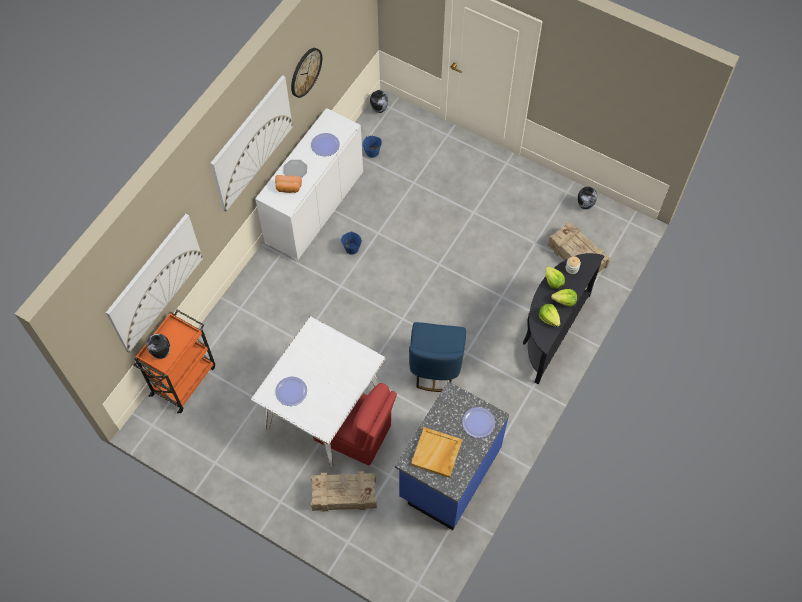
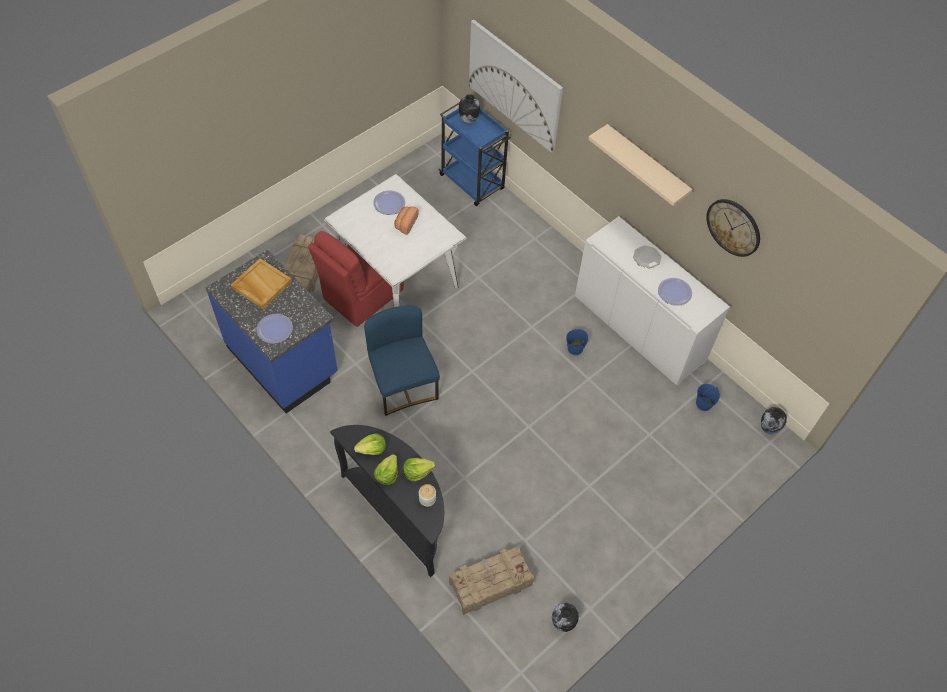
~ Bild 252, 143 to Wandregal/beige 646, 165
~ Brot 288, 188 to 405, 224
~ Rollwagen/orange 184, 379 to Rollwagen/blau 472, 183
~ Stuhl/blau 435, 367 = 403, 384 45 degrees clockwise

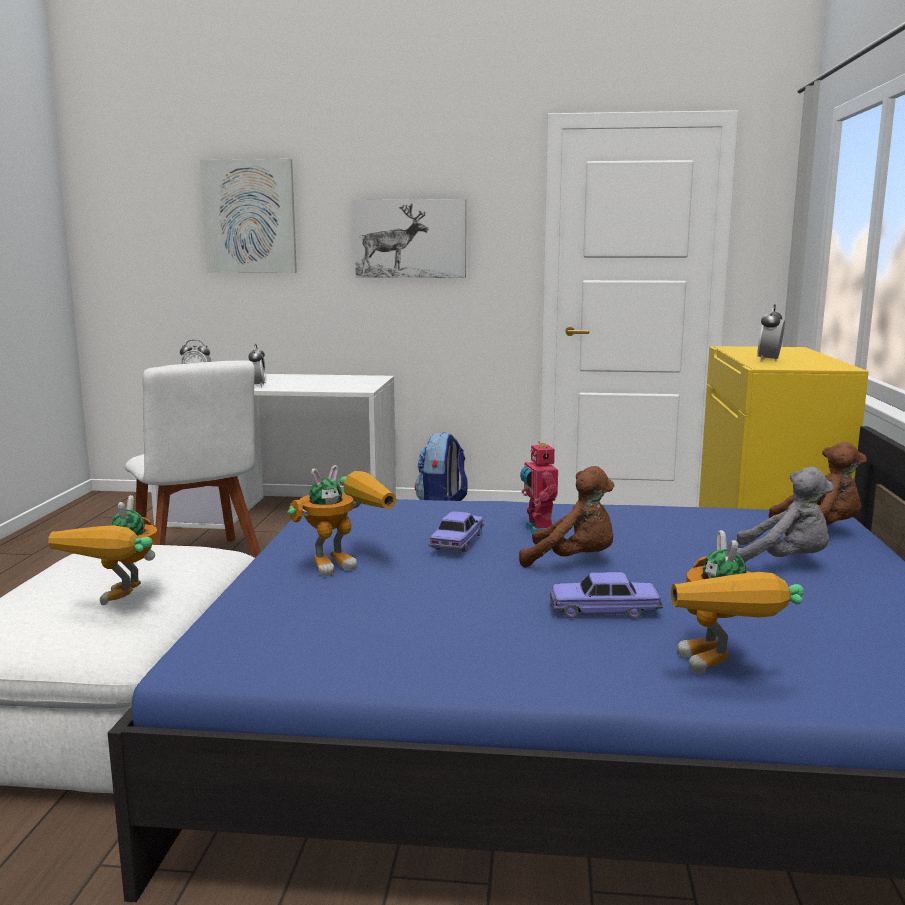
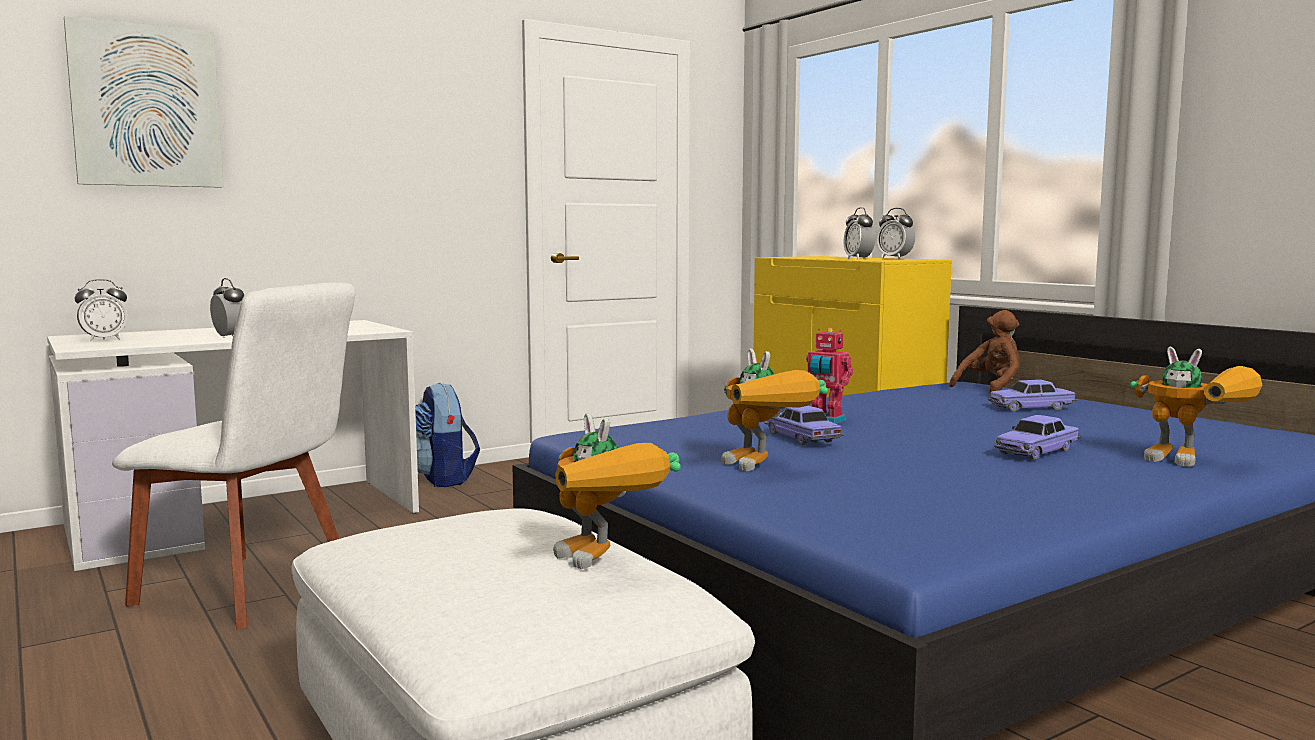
- Bild 410, 238
~ Spielzeugroboter 345, 562 = 765, 468 135 degrees clockwise
- Plüschtier/braun 573, 561
~ Plüschtier/grau 783, 562 to Spielzeugauto 1031, 408
+ Wecker 895, 258

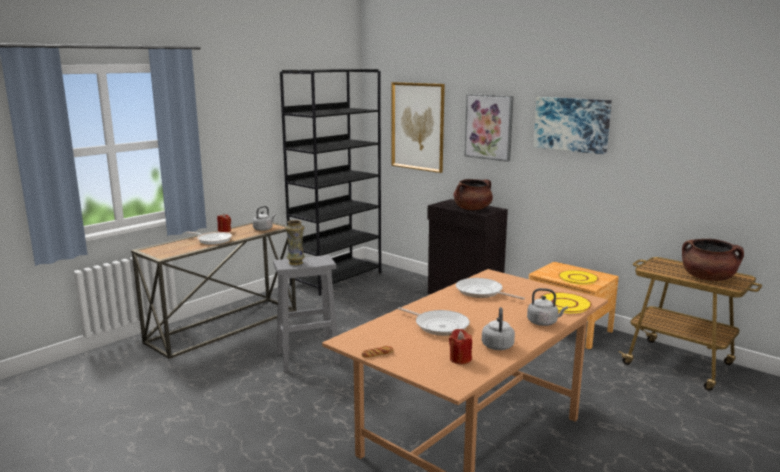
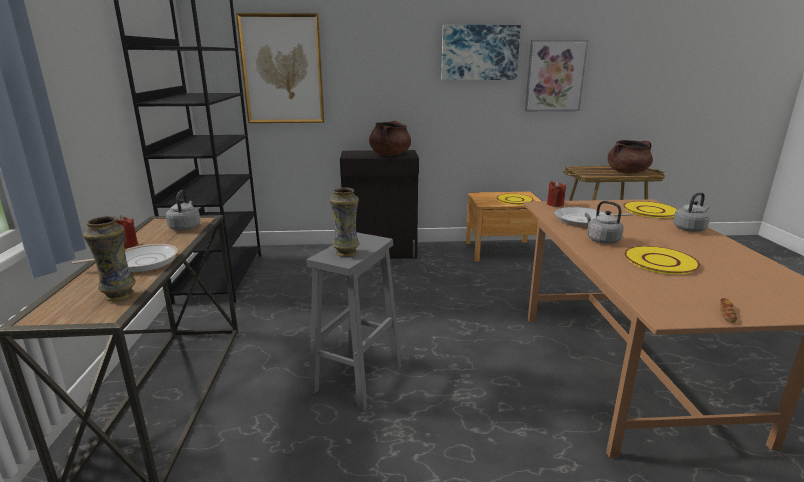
~ Bild 489, 127 to 555, 76
~ Pfanne 439, 326 to Teller/gelb 659, 261
~ Wasserkessel/grau 497, 345 to 601, 240
~ Kerze/rot 460, 359 to 555, 204
+ Vase 118, 295

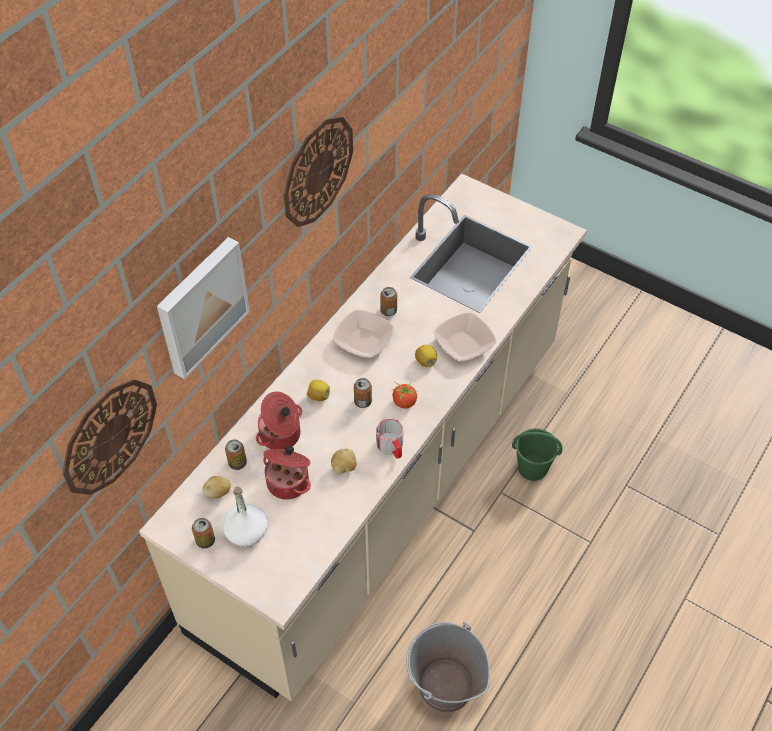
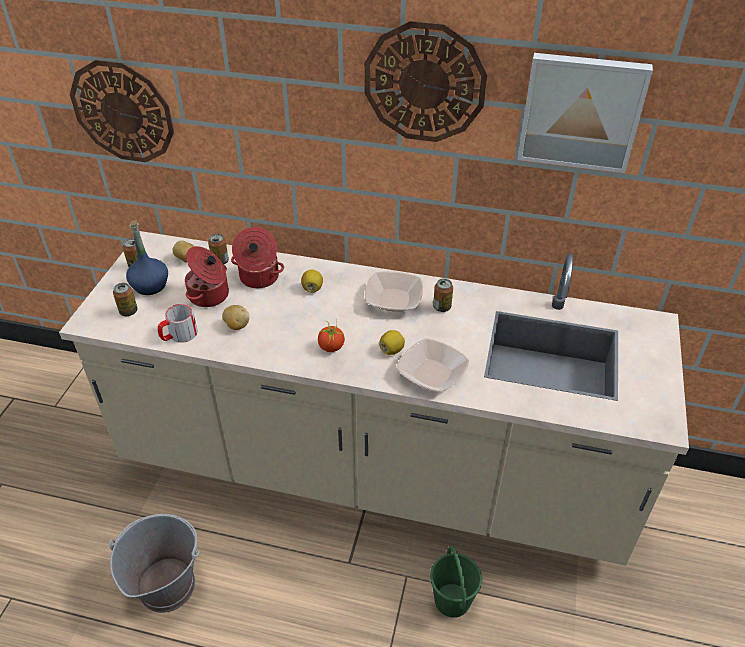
~ Bild 200, 306 to 581, 111
~ Dose 363, 402 to 128, 311
~ Henkelbecher 392, 447 to 178, 335
~ Flasche/weiß 247, 532 to Flasche/blau 150, 285

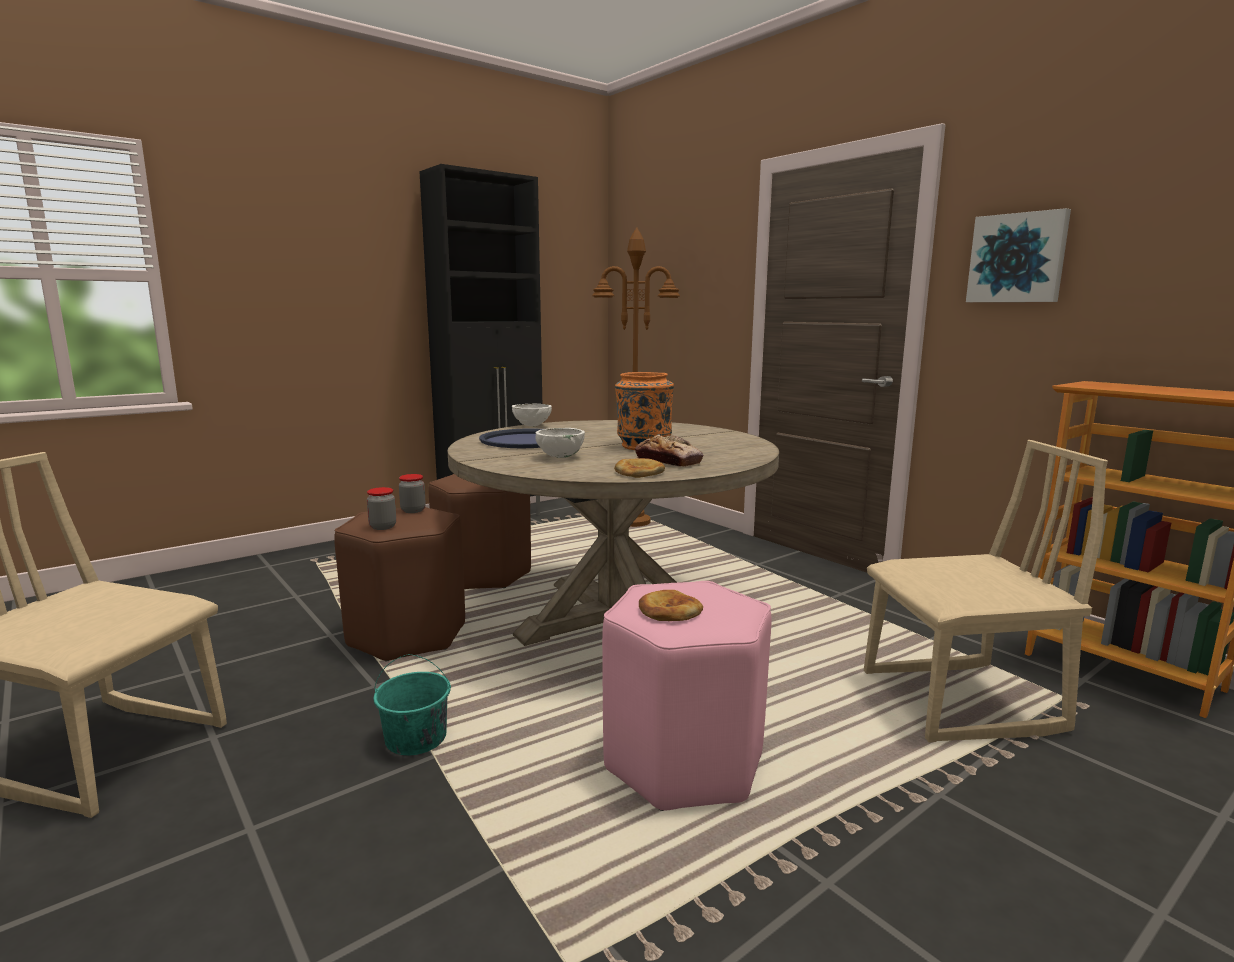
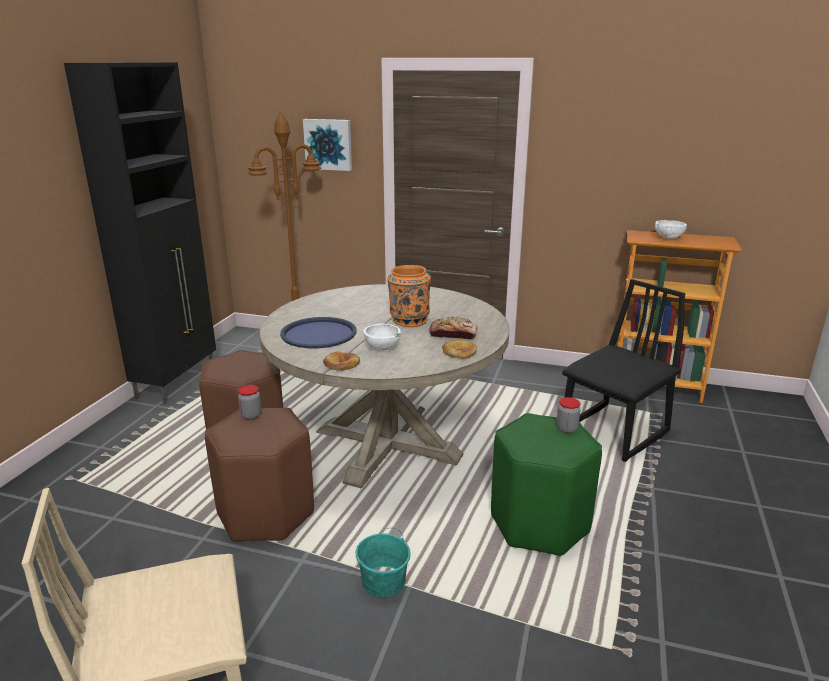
~ Bild 1017, 258 to 328, 144
~ Schüssel/weiß 532, 426 to 668, 238
~ Stuhl/beige 961, 702 to Stuhl/schwarz 615, 432
~ Vorratsglas 383, 527 to 566, 429
~ Hocker/rosa 682, 763 to Hocker/grün 539, 525
~ Brot 669, 611 to 341, 364

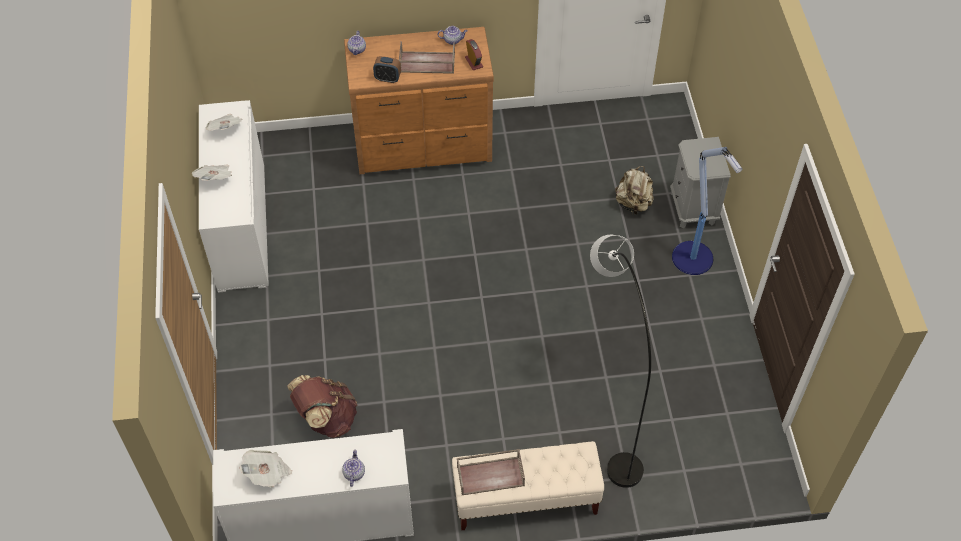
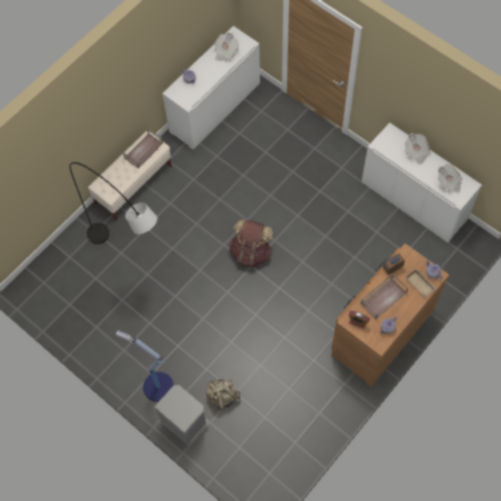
~ Rucksack/braun 326, 419 to 251, 252
+ Tablett/beige 421, 284

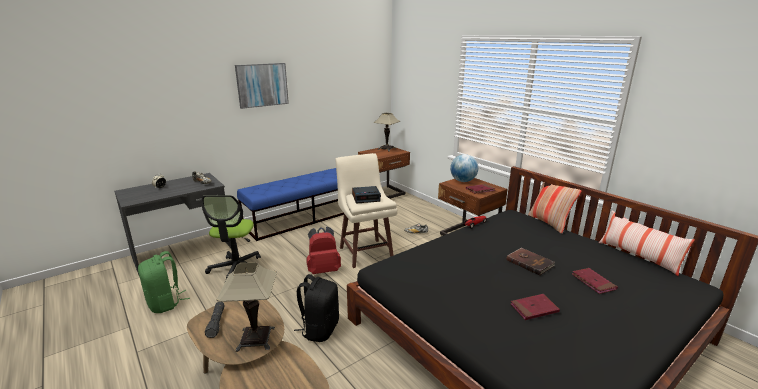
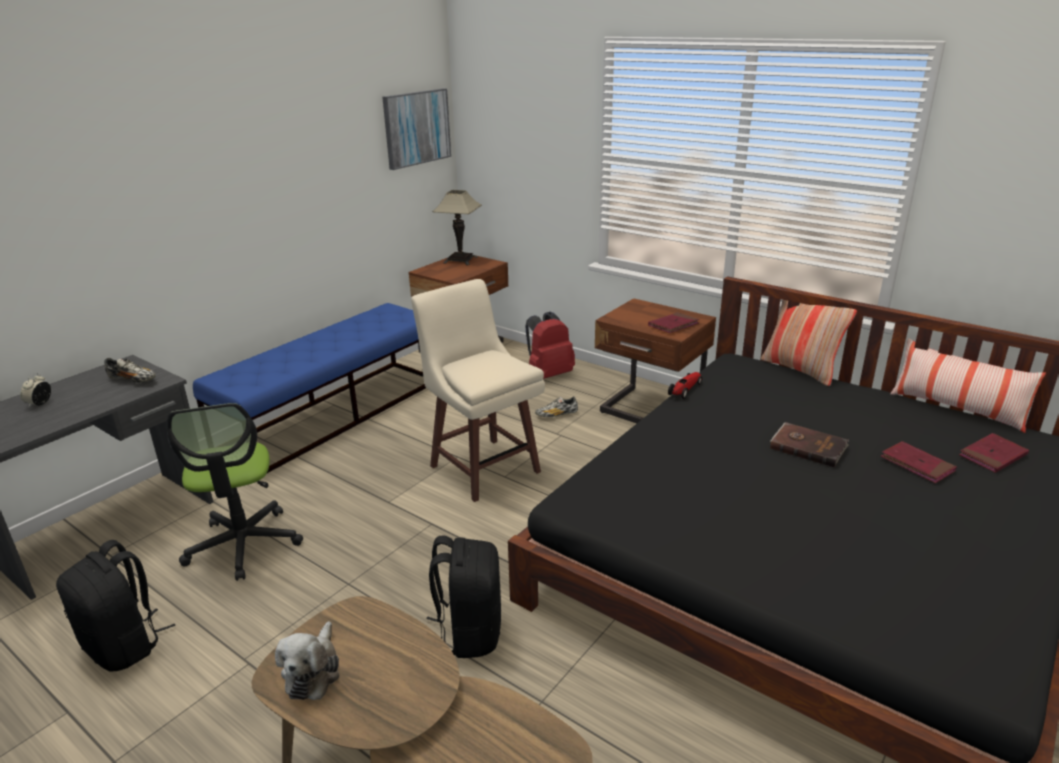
~ Bild 262, 85 to 416, 128
- Globus 463, 181
- Wecker 366, 198
~ Rucksack/rot 323, 270 to 548, 374
~ Rucksack/grün 165, 303 to Rucksack/schwarz 125, 645
- Tischlampe 255, 338
~ Buch/rot 534, 308 to 992, 456
~ Taschenlampe/schwarz 216, 323 to Plüschtier 313, 671

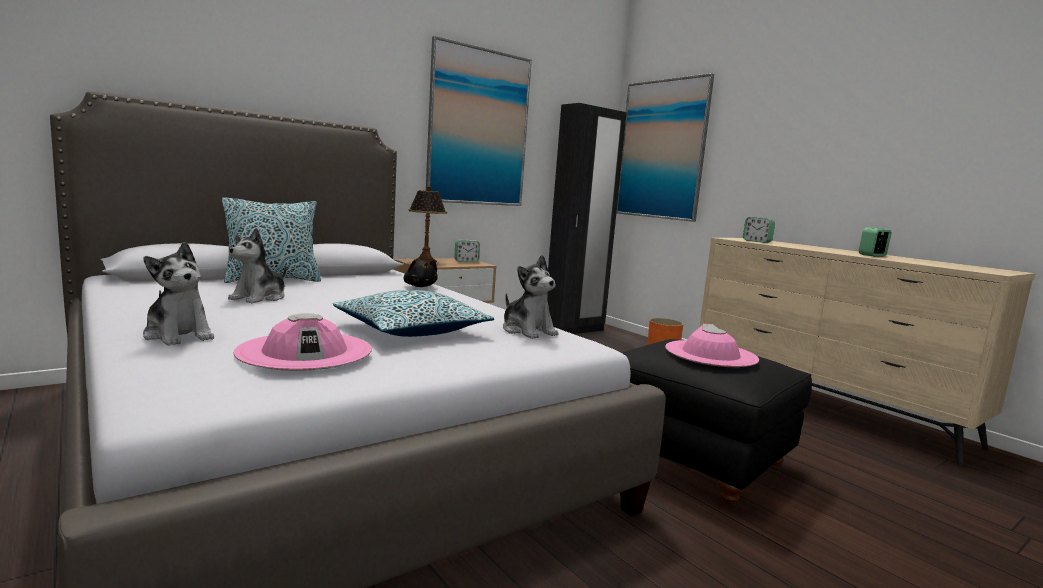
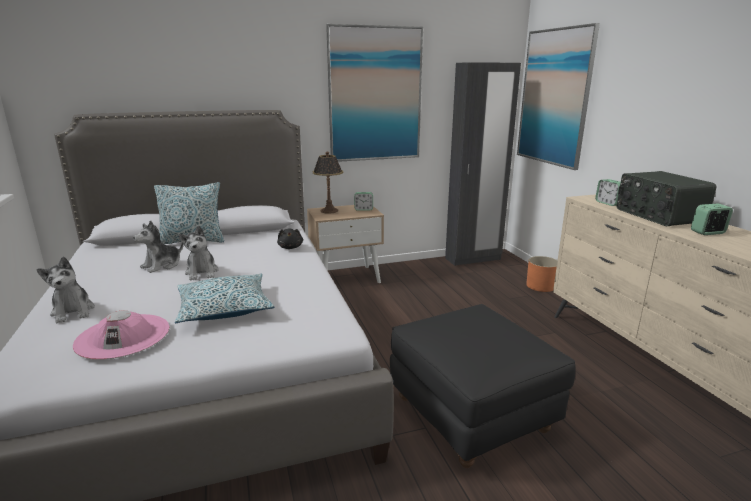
~ Plüschtier 528, 331 to 202, 272
- Hut/rosa 710, 354
+ Radio 658, 215

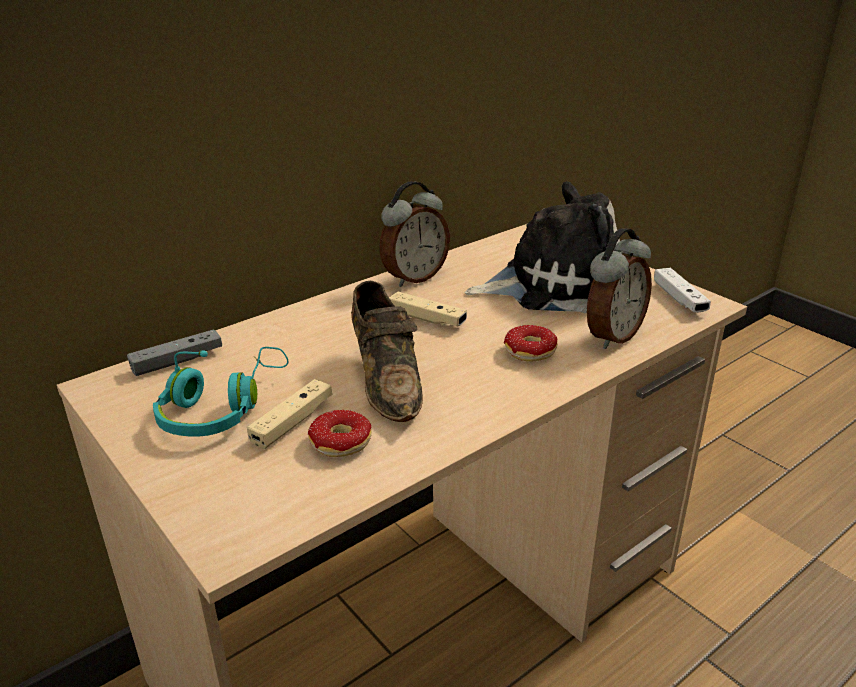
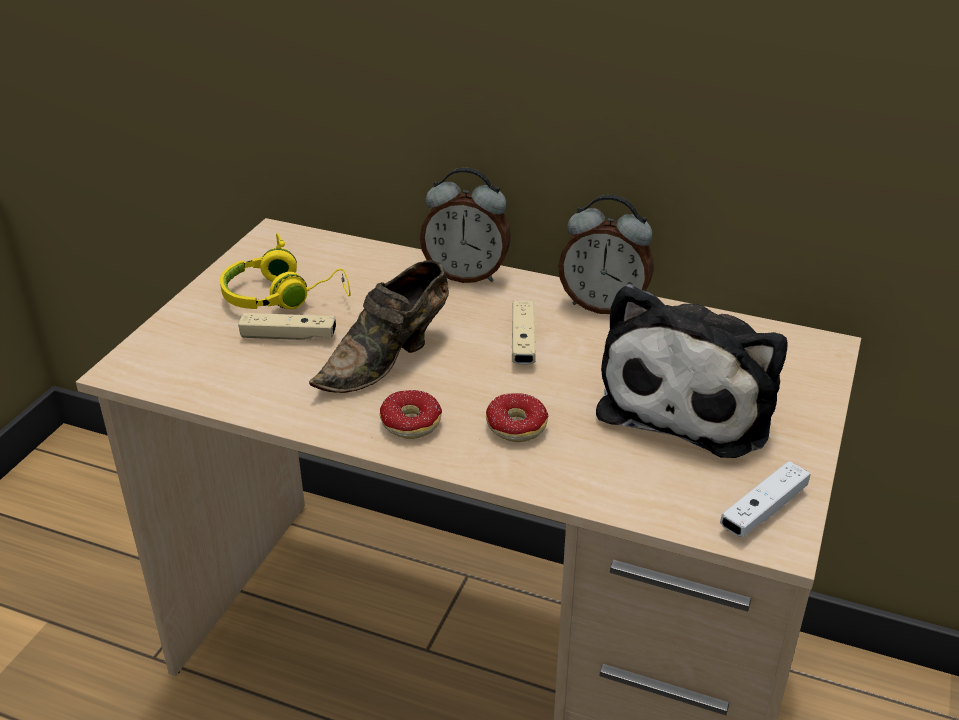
~ Plüschtier 554, 284 = 692, 400 60 degrees clockwise
~ Wecker 612, 336 to 466, 275
- Gamepad/grau 177, 361
~ Kopfhörer/türkis 220, 408 to Kopfhörer/gelb 284, 296
~ Donut 340, 450 to 401, 427

